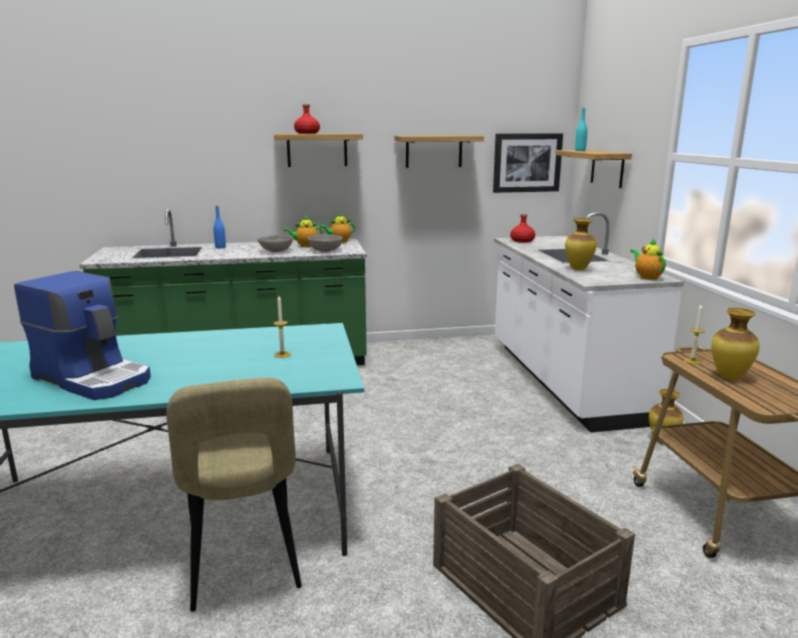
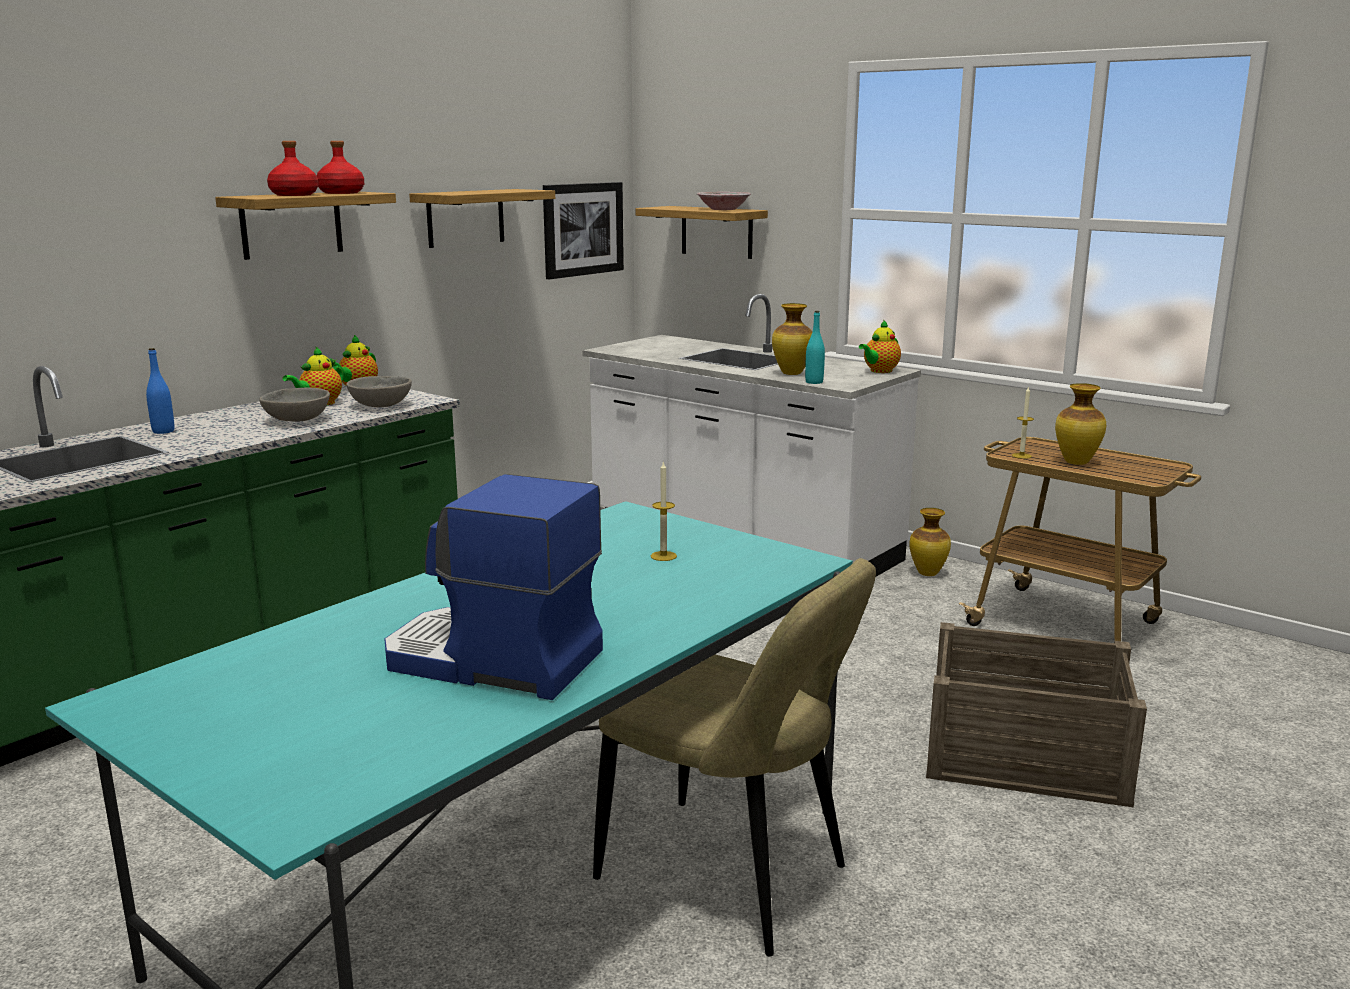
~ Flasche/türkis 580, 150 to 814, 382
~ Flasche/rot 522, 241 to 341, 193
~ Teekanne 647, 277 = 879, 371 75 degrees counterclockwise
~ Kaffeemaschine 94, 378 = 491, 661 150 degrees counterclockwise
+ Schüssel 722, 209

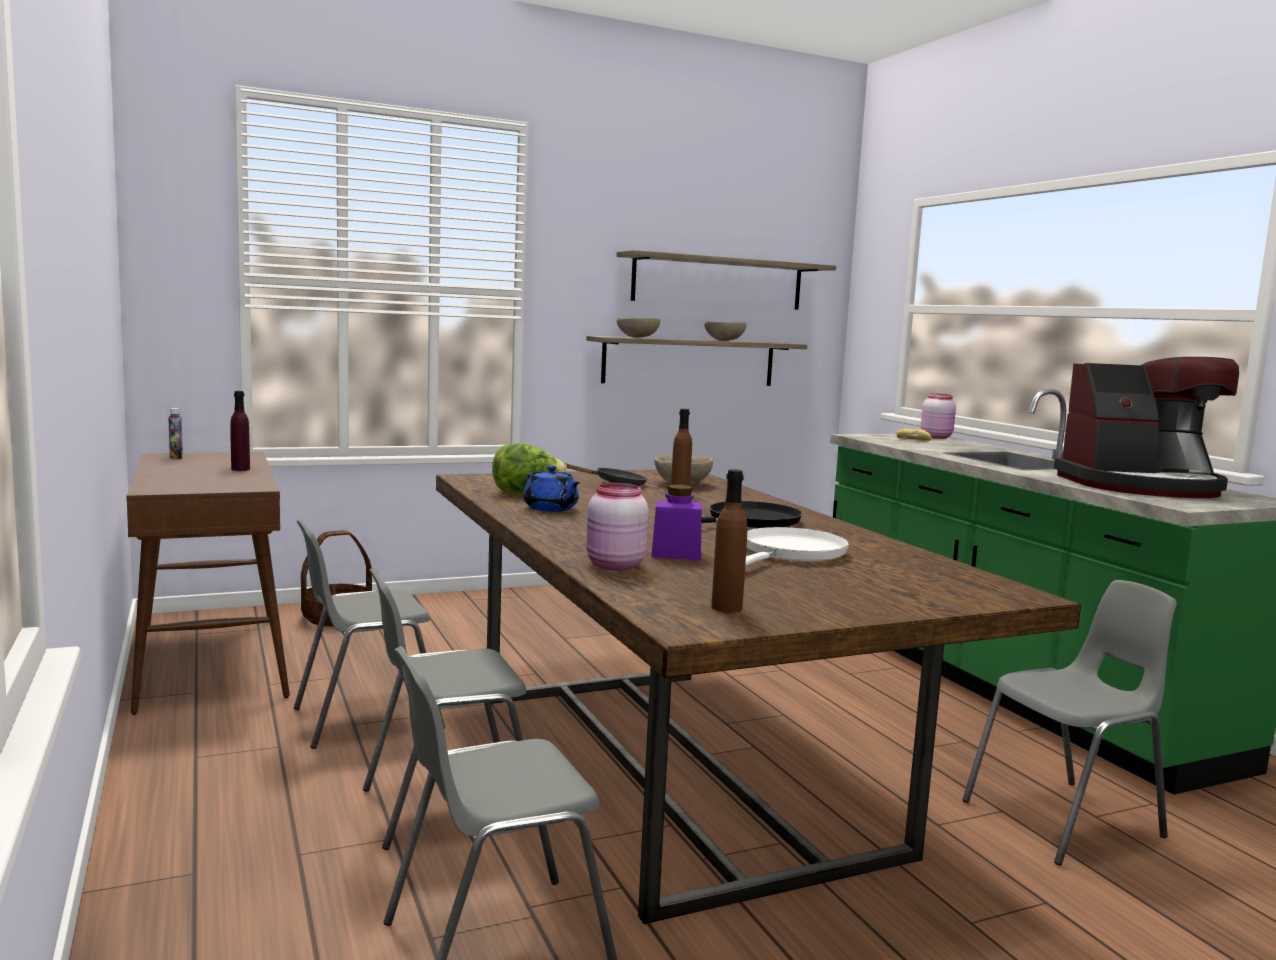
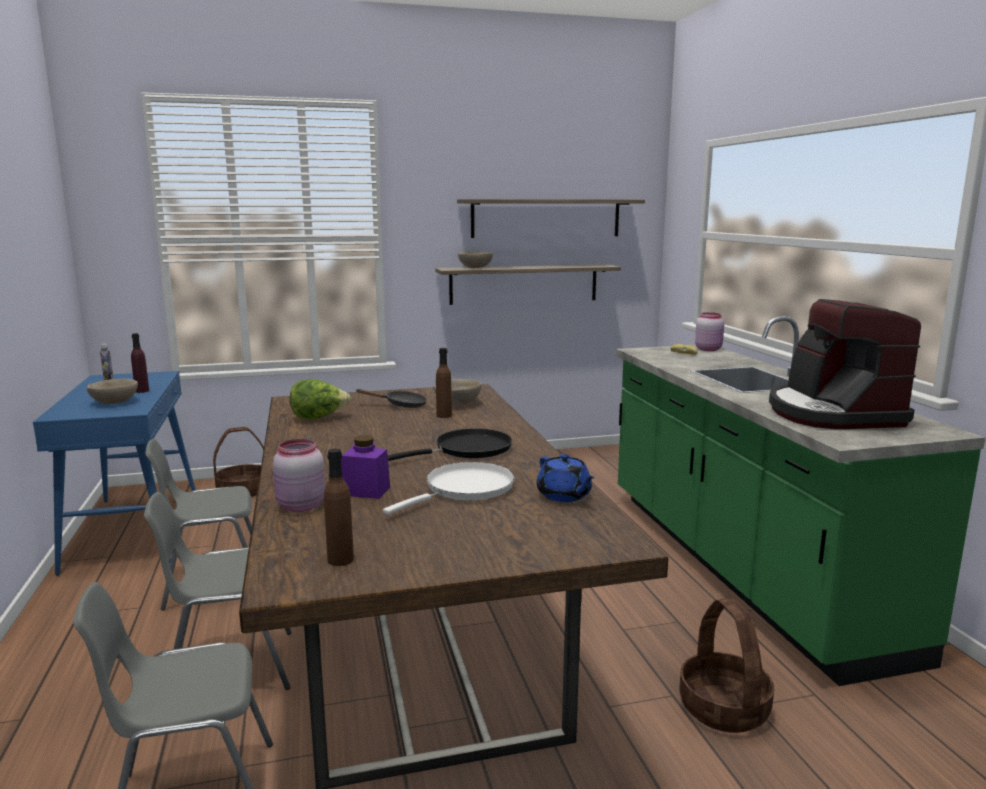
~ Schüssel/beige 724, 340 to 115, 402
~ Kaffeemaschine 1141, 486 = 832, 413 75 degrees clockwise
~ Konsolentisch/braun 210, 661 to Konsolentisch/blau 134, 529
~ Teekanne/blau 551, 509 to 564, 496
~ Stuhl/grau 1066, 820 to Korb 724, 708

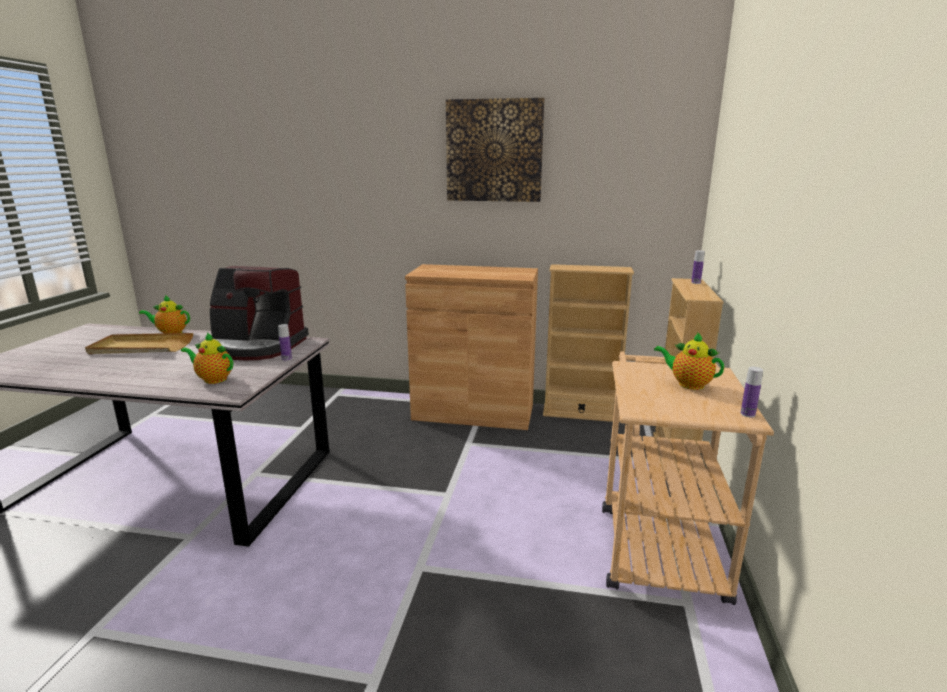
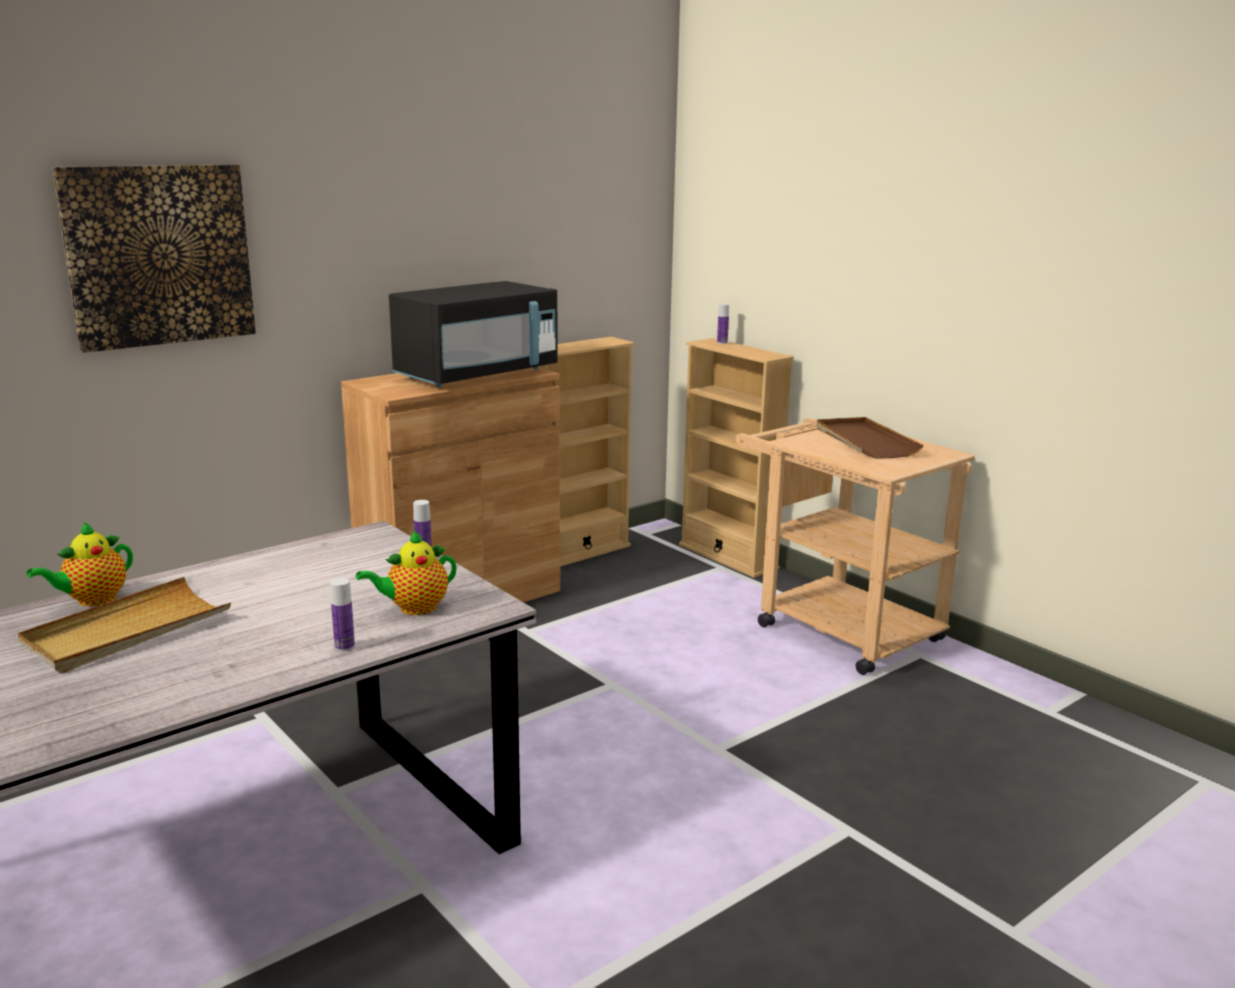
~ Bild 494, 151 to 159, 255
- Kaffeemaschine 257, 346
~ Teekanne 688, 384 to Tablett/braun 864, 441
~ Flasche 747, 414 to 344, 646
+ Mikrowelle/schwarz 477, 375

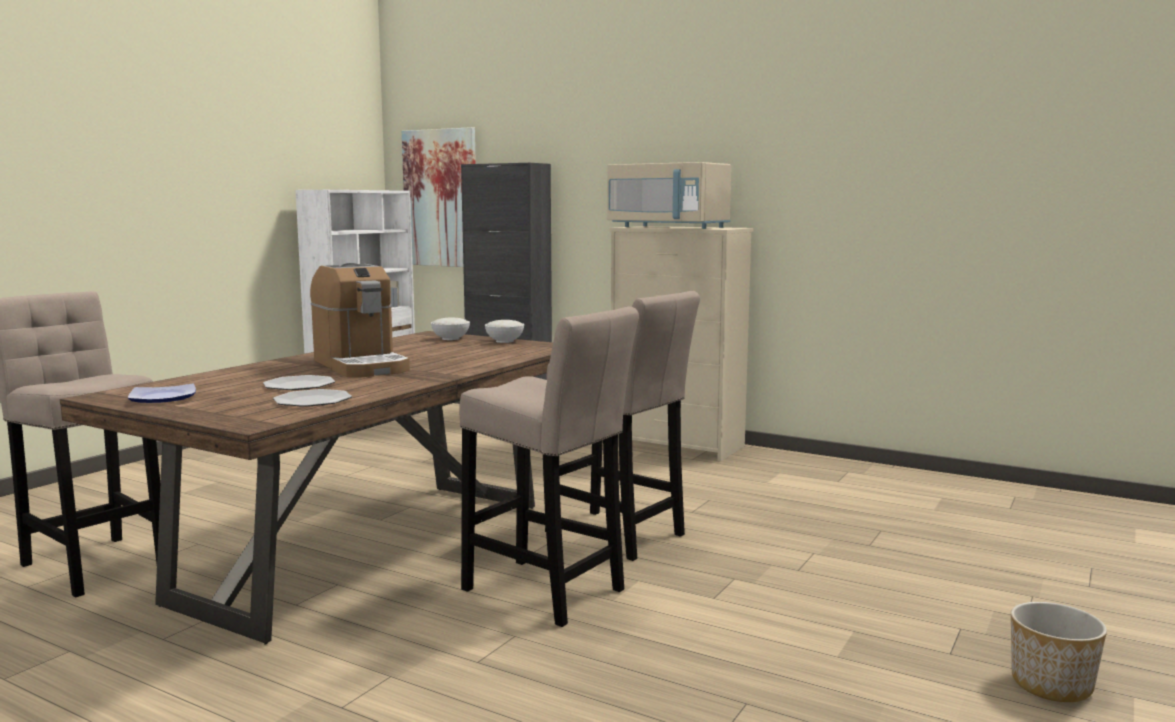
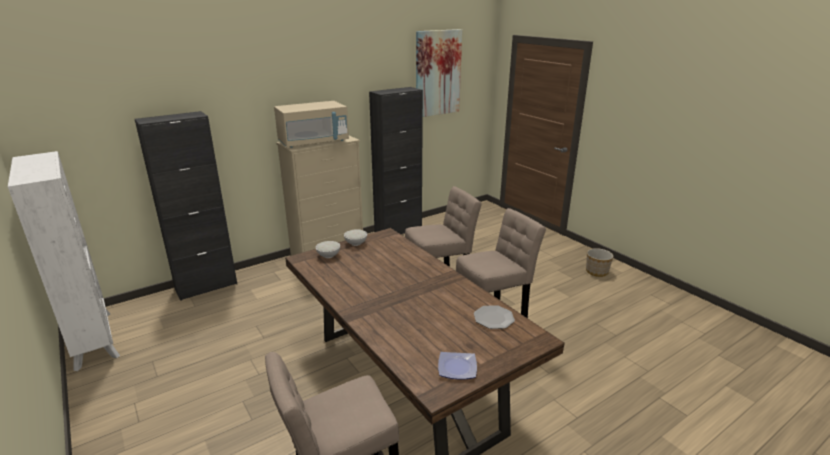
~ Bild 440, 198 to 438, 73
- Kaffeemaschine 361, 366
- Teller 299, 385
+ Schrank/schwarz 398, 230

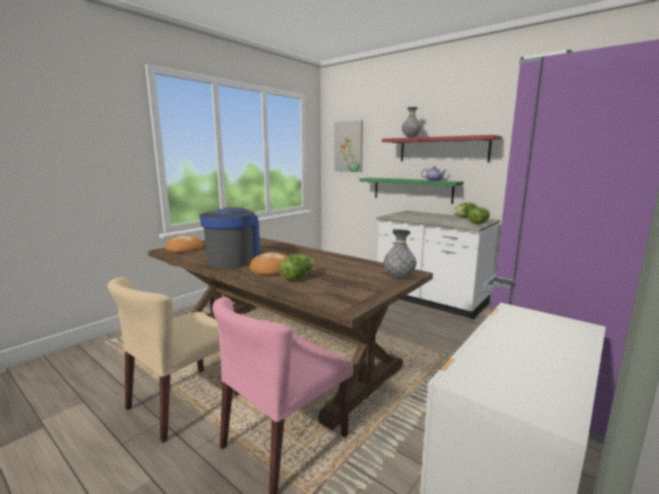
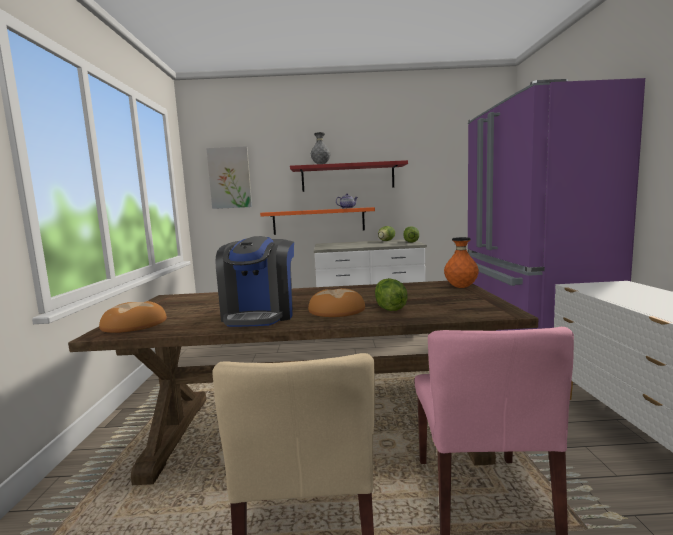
~ Wandregal/grün 412, 189 to Wandregal/orange 318, 221
~ Kaffeemaschine 234, 260 = 260, 315 150 degrees counterclockwise
~ Vase/grau 399, 278 to Vase/orange 461, 287

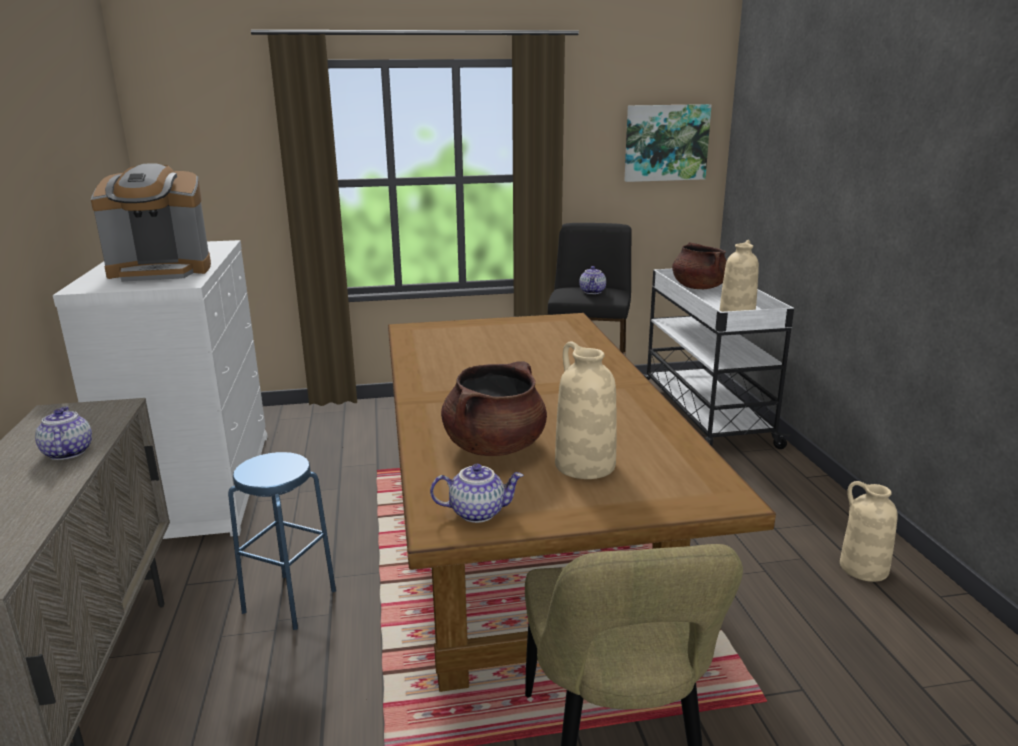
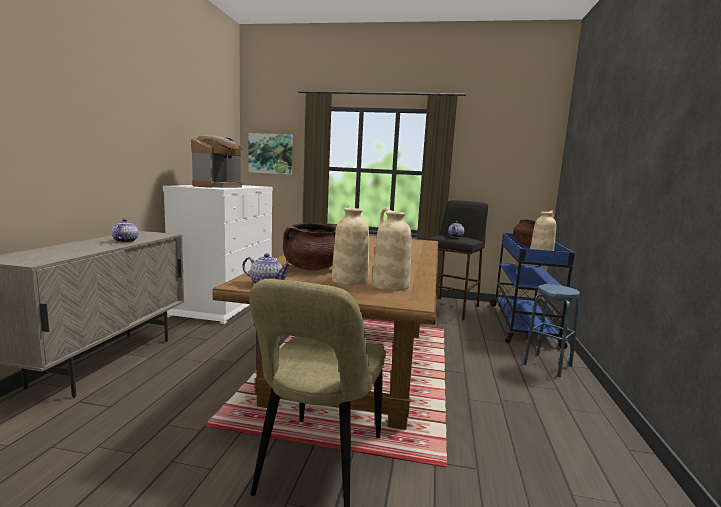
~ Bild 666, 143 to 271, 154
~ Kaffeemaschine 162, 271 = 218, 186 75 degrees counterclockwise
~ Rollwagen/weiß 703, 413 to Rollwagen/blau 522, 324
~ Hocker/blau 290, 601 to 547, 365
~ Vase/beige 862, 568 to 390, 286

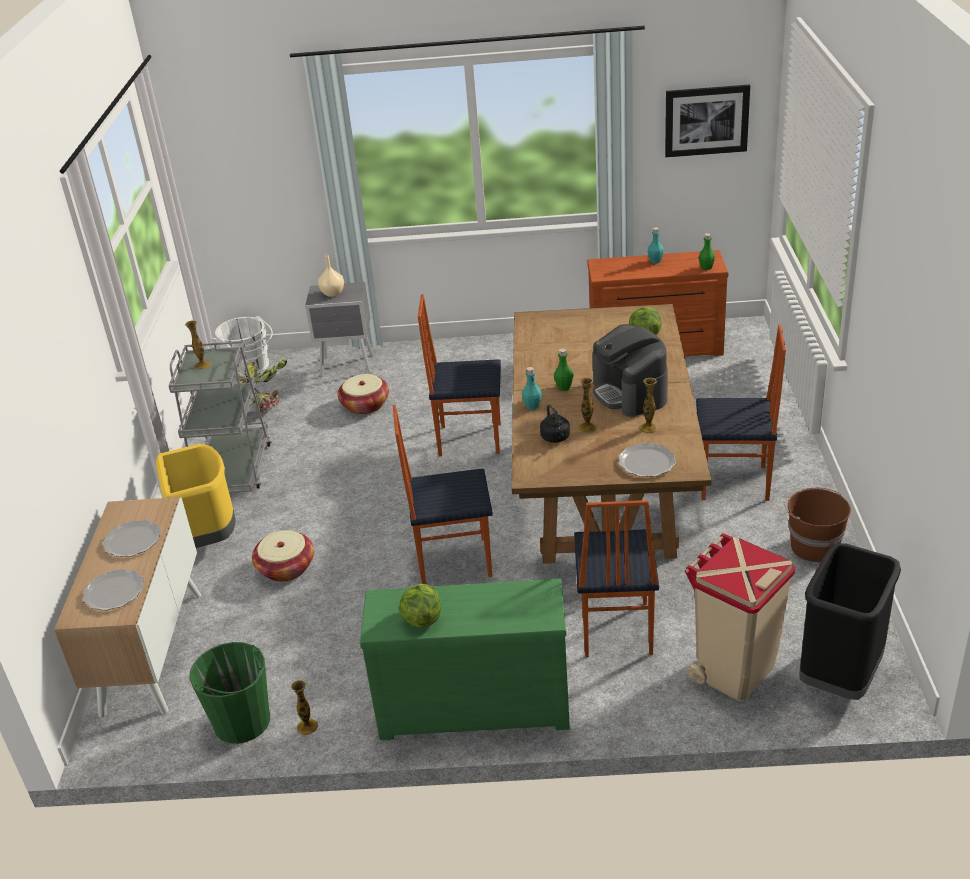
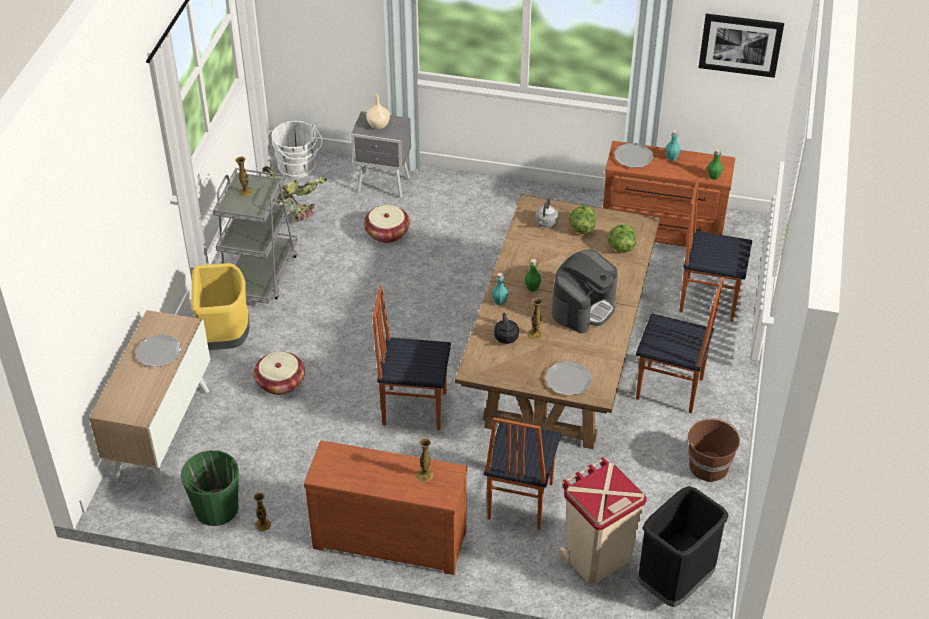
~ Stuhl 469, 439 to 708, 300
~ Kaffeemaschine 630, 393 = 583, 307 135 degrees counterclockwise
~ Vase 648, 428 to 424, 475
~ Teller 114, 592 to 633, 157
~ Kommode/grün 474, 703 to Kommode/braun 390, 536
~ Salatkopf 422, 619 to 582, 228
+ Wasserkessel/grau 546, 223

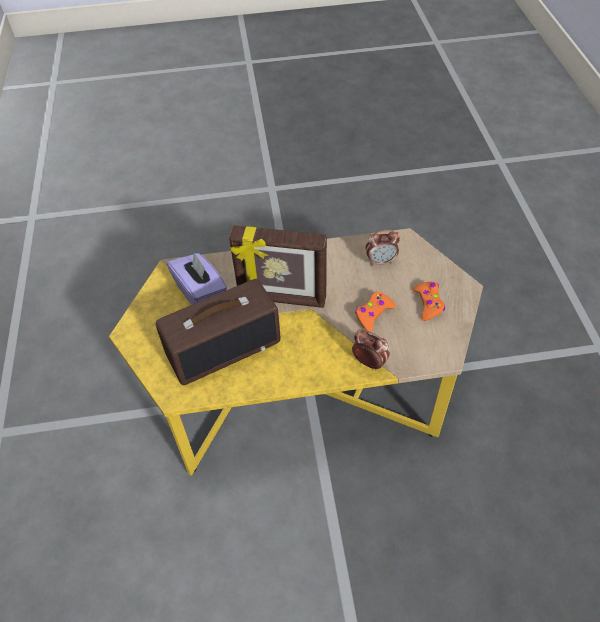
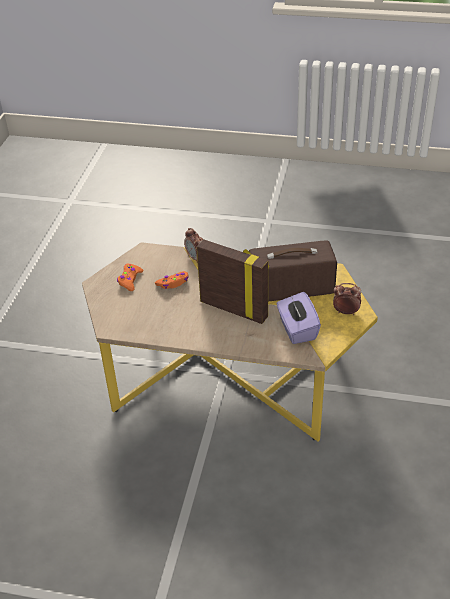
~ Wecker 381, 261 to 345, 312

